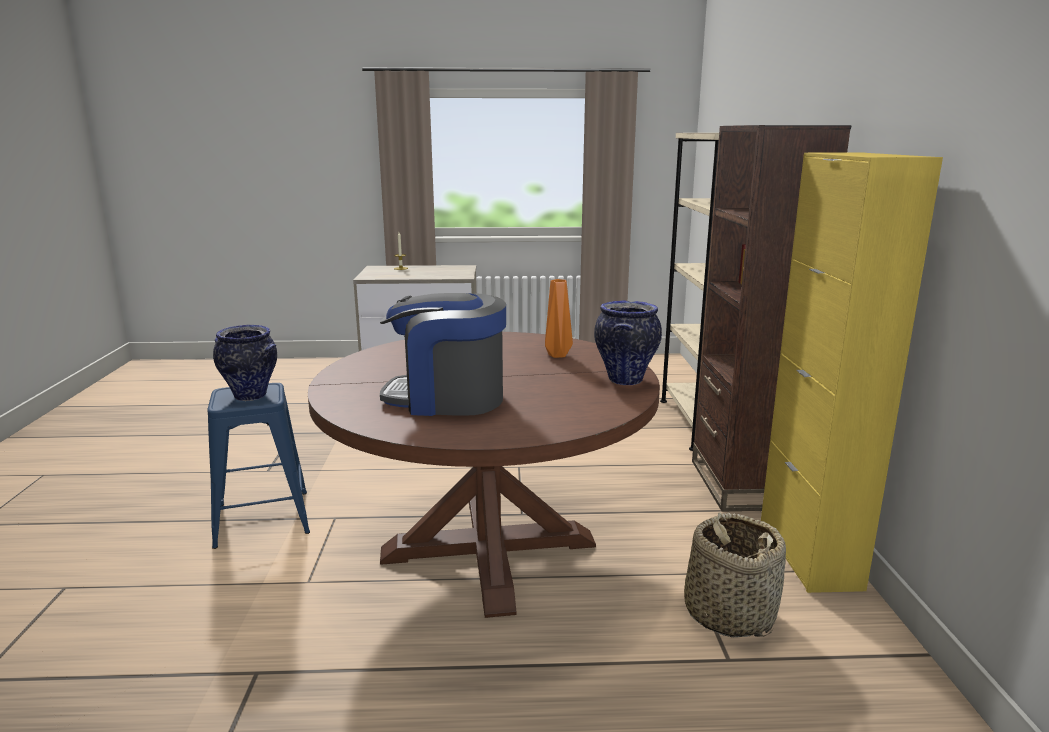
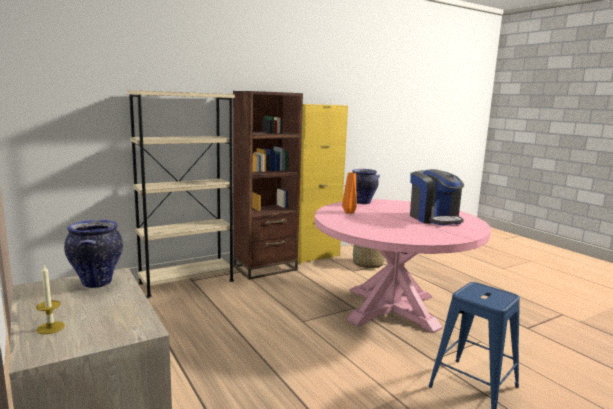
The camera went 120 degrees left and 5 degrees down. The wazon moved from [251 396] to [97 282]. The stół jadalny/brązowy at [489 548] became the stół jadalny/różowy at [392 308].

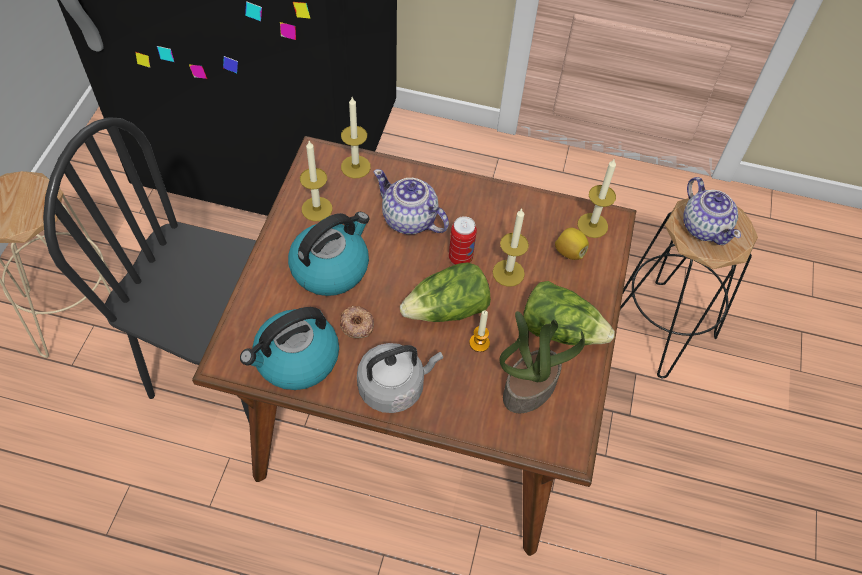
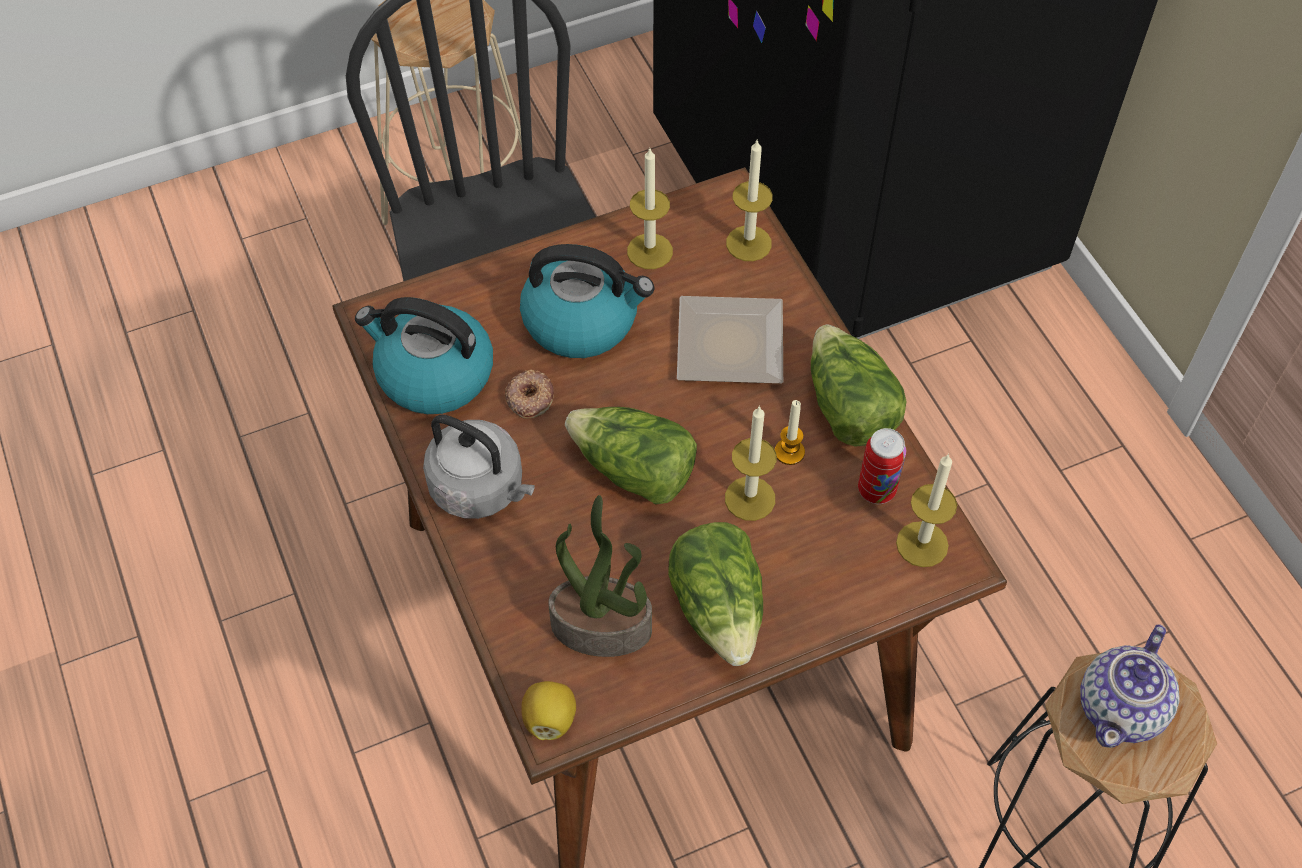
The camera went 55 degrees right and 0 degrees up. The imbryk at [409 220] was replaced by the talerz at [726 347]. The puszka moved from [460 258] to [876 490]. The świeca moved from [479 343] to [789 452]. The cytryna moved from [569 252] to [550 719]. The sałata at [847 407] appeared.

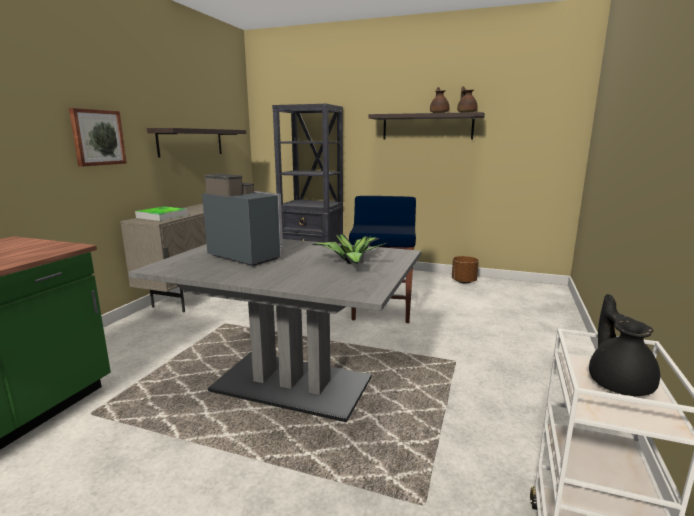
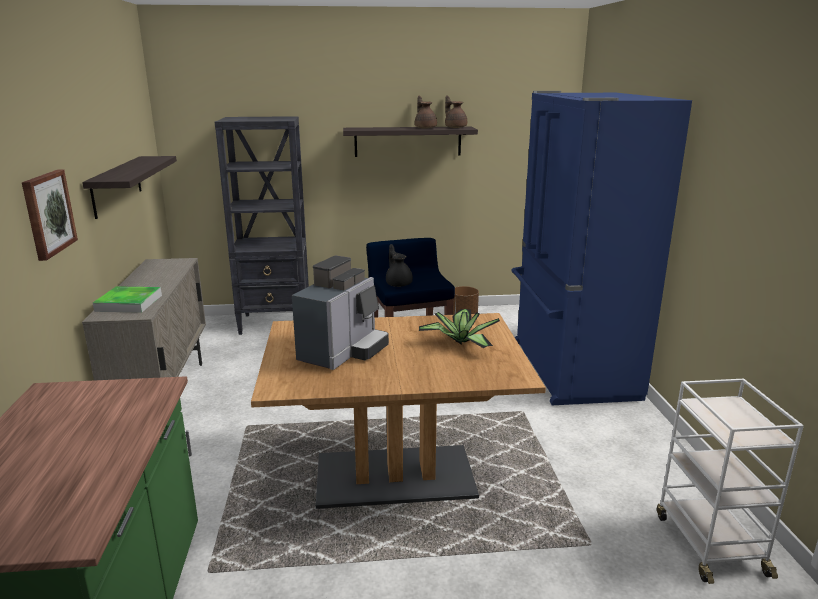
The camera went 25 degrees left and 5 degrees up. The stół jadalny/szary at [292 385] became the stół jadalny/brązowy at [395 477]. The ekspres do kawy at [246 255] turned 105 degrees clockwise. The imbryk/czarny moved from [619 383] to [398 283]. The lodówka/niebieski at [570 369] appeared.

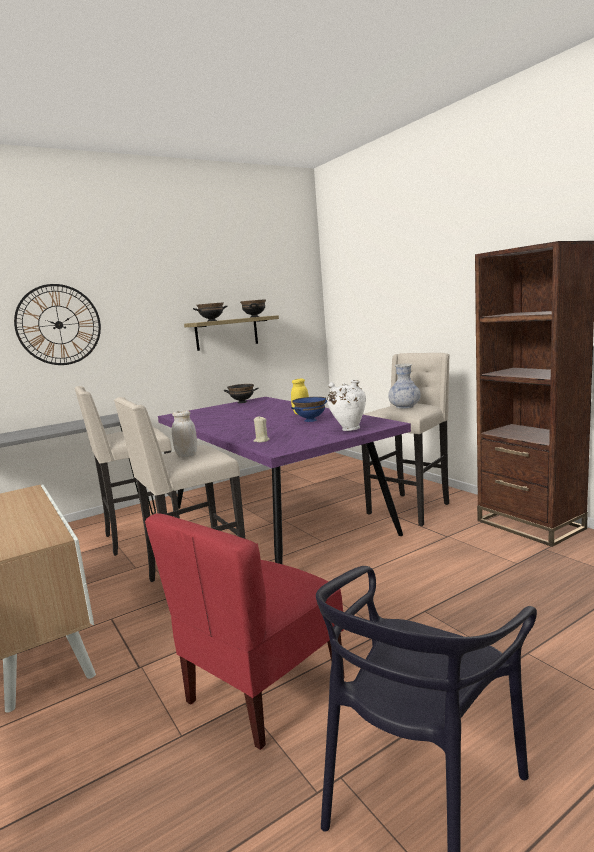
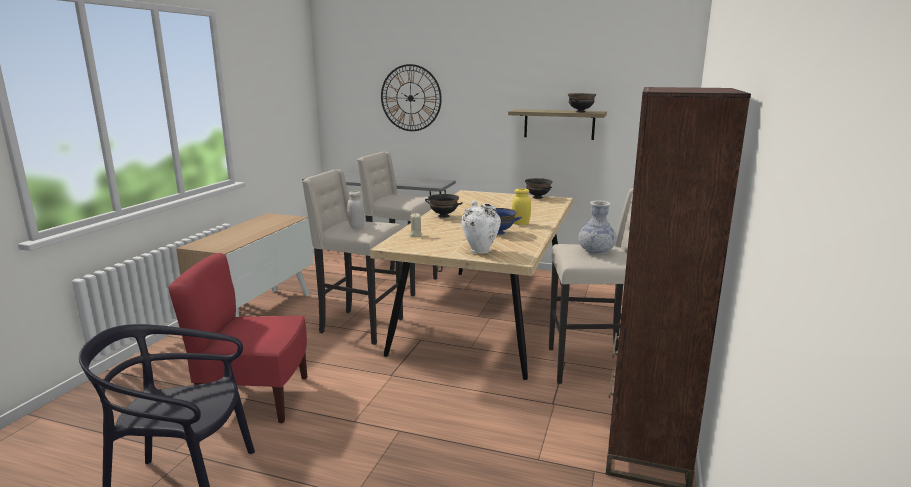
The camera went 50 degrees right and 5 degrees up. The stół jadalny/fioletowy at [276 520] became the stół jadalny/beżowy at [485 315]. The miska/czarny moved from [212 321] to [443 216].

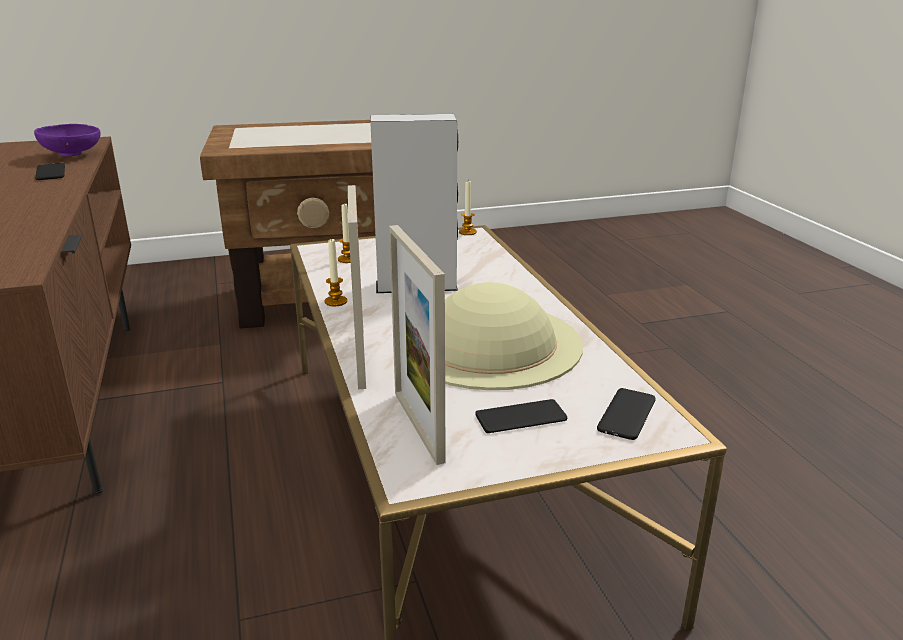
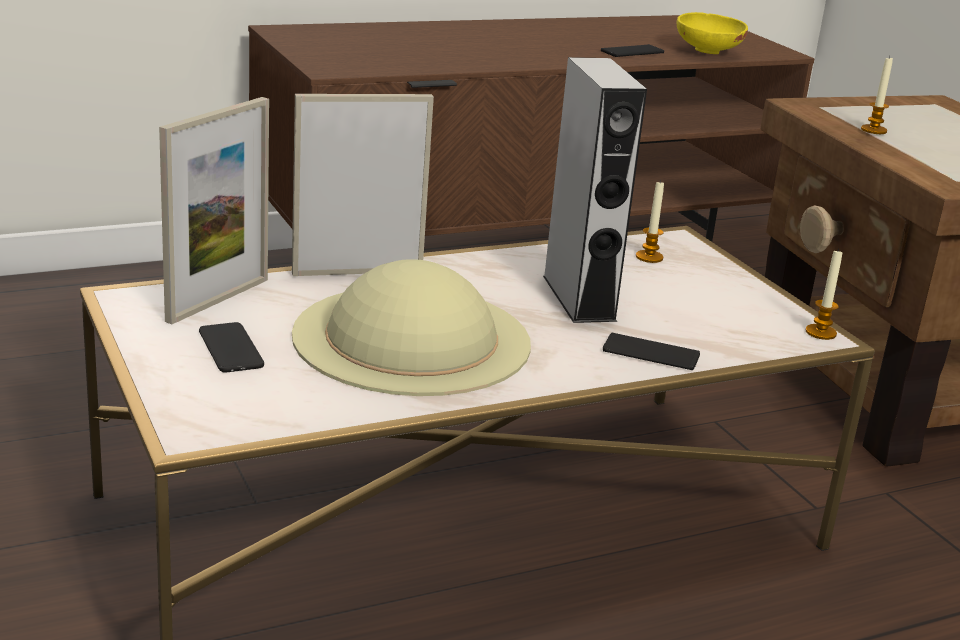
The camera went 80 degrees right and 0 degrees up. The miska/fioletowy at [73 155] became the miska/żółty at [707 53]. The świeca moved from [336 301] to [873 130]. The ramka na zdjęcie at [418 426] turned 150 degrees clockwise. The telefon moved from [626 414] to [651 353].

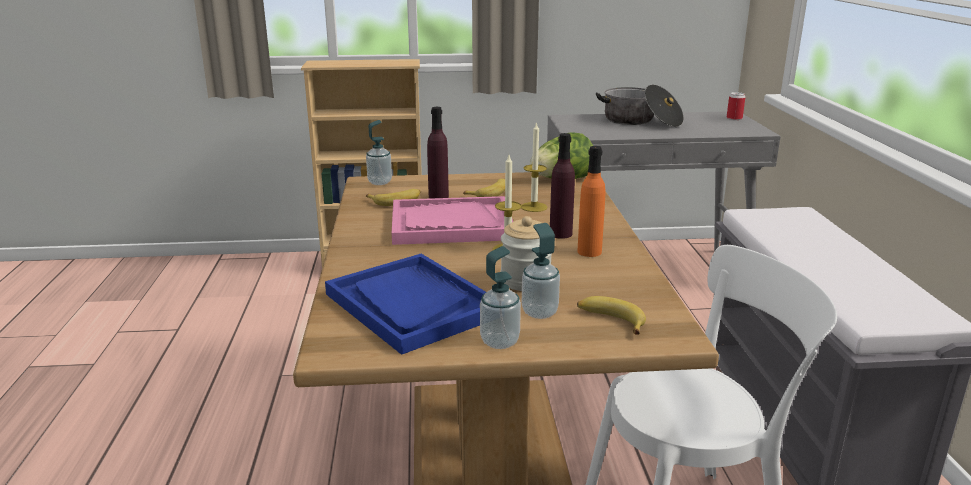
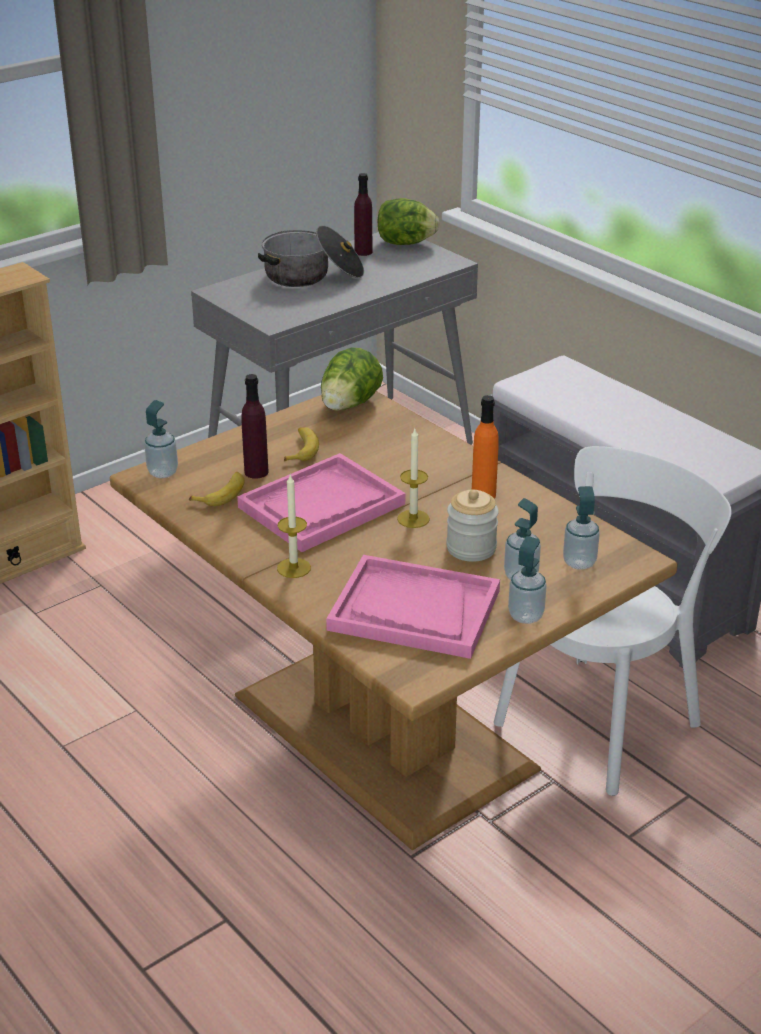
The camera went 35 degrees left and 10 degrees up. The taca/niebieski at [412 305] became the taca/różowy at [414 610]. The świeca moved from [534 207] to [294 568]. The butelka/fioletowy moved from [560 234] to [363 252]. The banan at [610 320] was replaced by the dozownik mydła at [579 562]. The puszka at [734 118] was replaced by the sałata at [405 243].

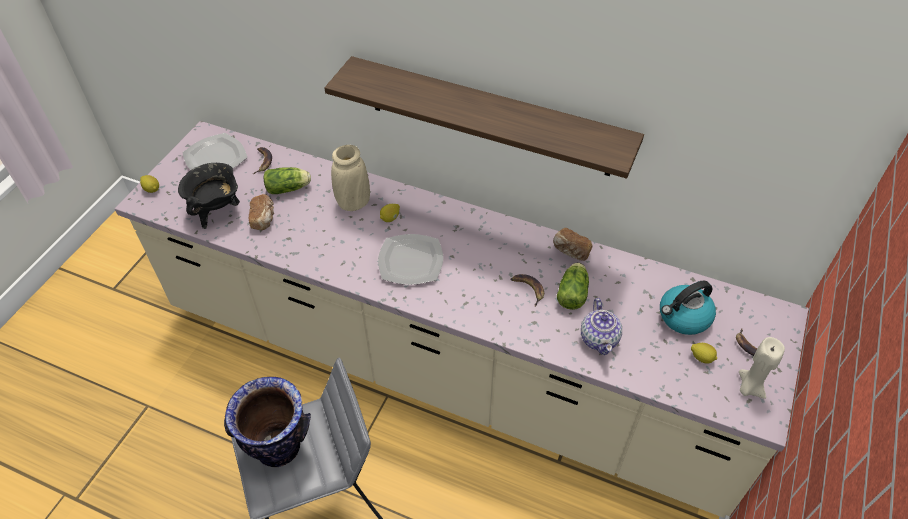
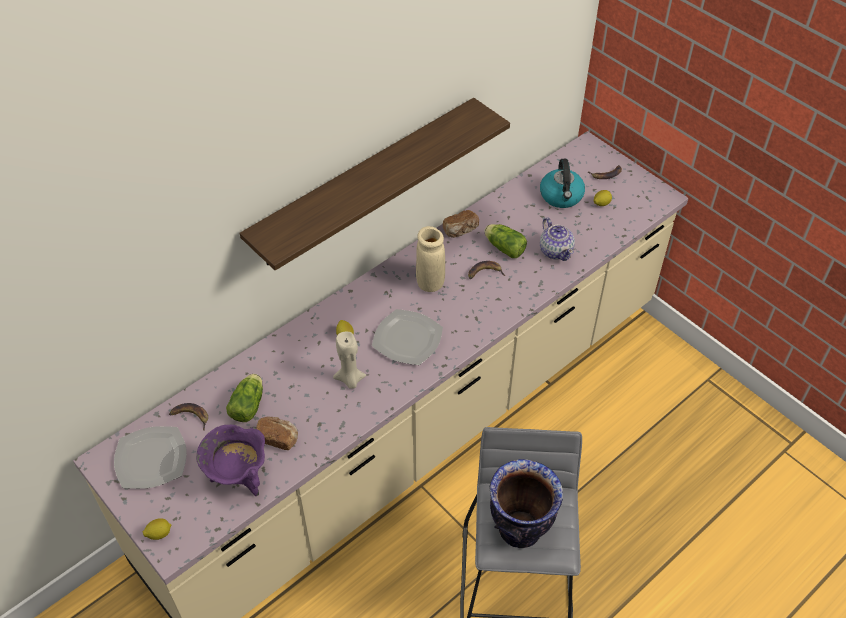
The camera went 65 degrees left and 0 degrees up. The garnek/czarny at [217 211] became the garnek/fioletowy at [239 477]. The wazon/beżowy moved from [353 203] to [430 282]. The imbryk at [599 338] turned 45 degrees clockwise. The świeca/beżowy moved from [749 387] to [350 380].

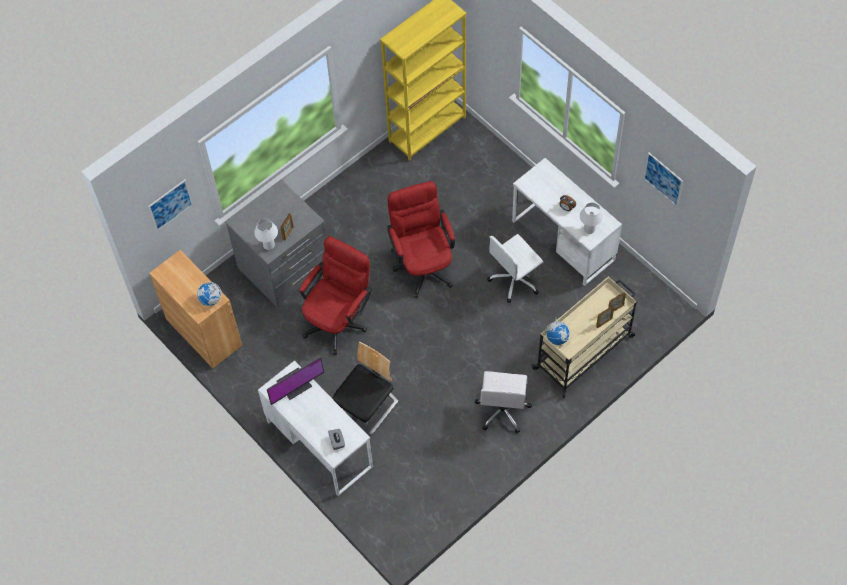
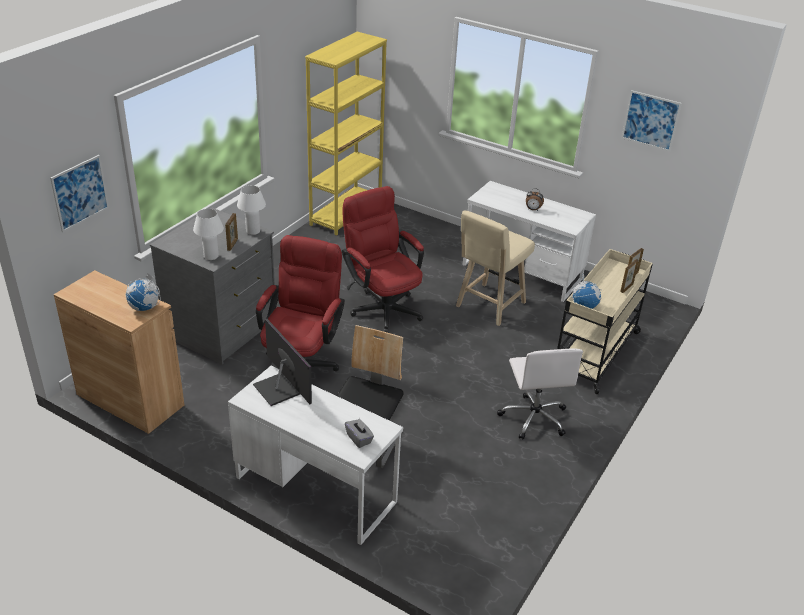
The camera went 20 degrees left and 25 degrees down. The monitor at [295 384] turned 75 degrees counterclockwise. The krzesło biurowe/biały at [515 280] was replaced by the stołek/beżowy at [488 306]. The lampa stołowa/biały moved from [589 229] to [253 231].

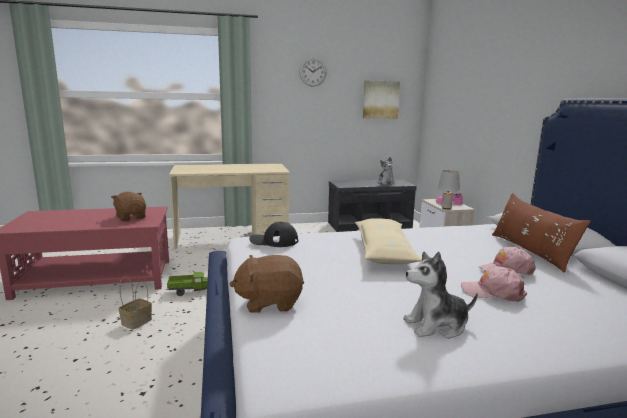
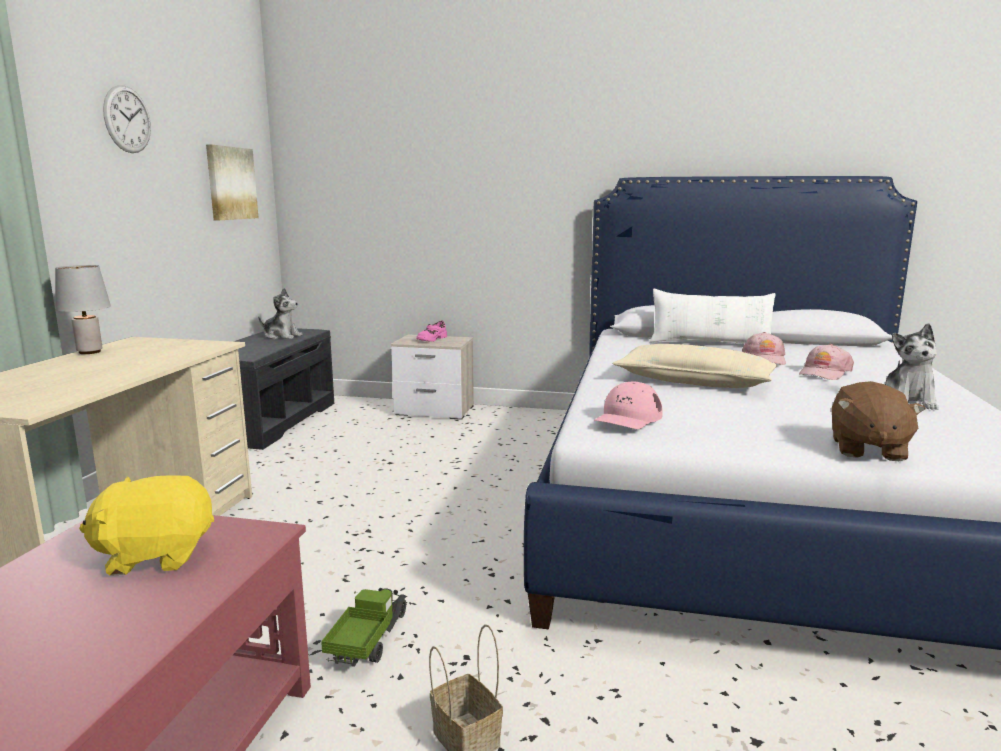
The camera went 65 degrees left and 0 degrees up. The pluszak/brązowy at [131 217] became the pluszak/żółty at [156 555]. The czapka z daszkiem/czarny at [273 241] became the czapka z daszkiem/różowy at [628 417]. The lampa stołowa/szary moved from [446 208] to [89 352]. The poduszka/brązowy at [530 251] became the poduszka/biały at [710 343].

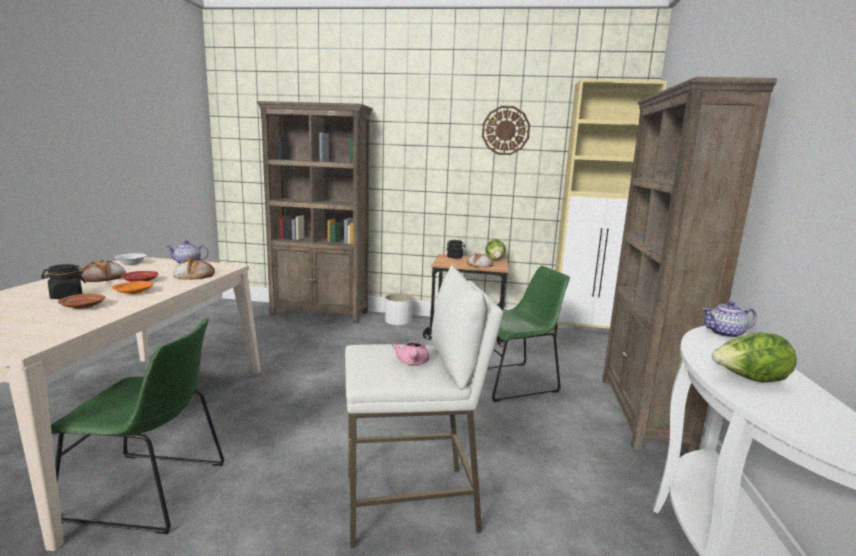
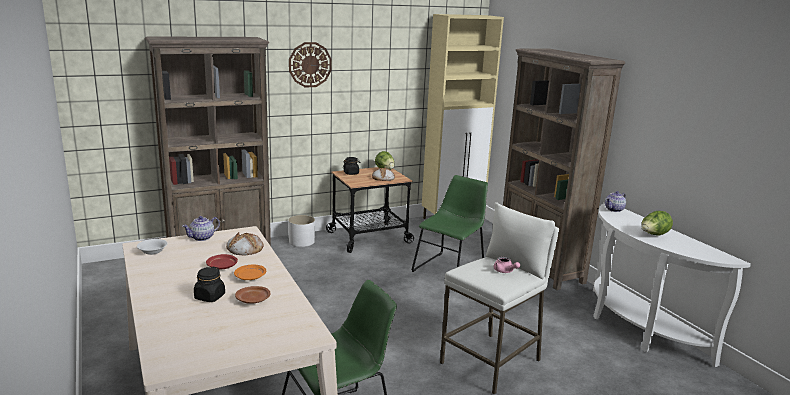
The camera went 35 degrees left and 5 degrees up. The chleb at [104 277] disappeared. The zegar ścienny moved from [505 130] to [310 64].

